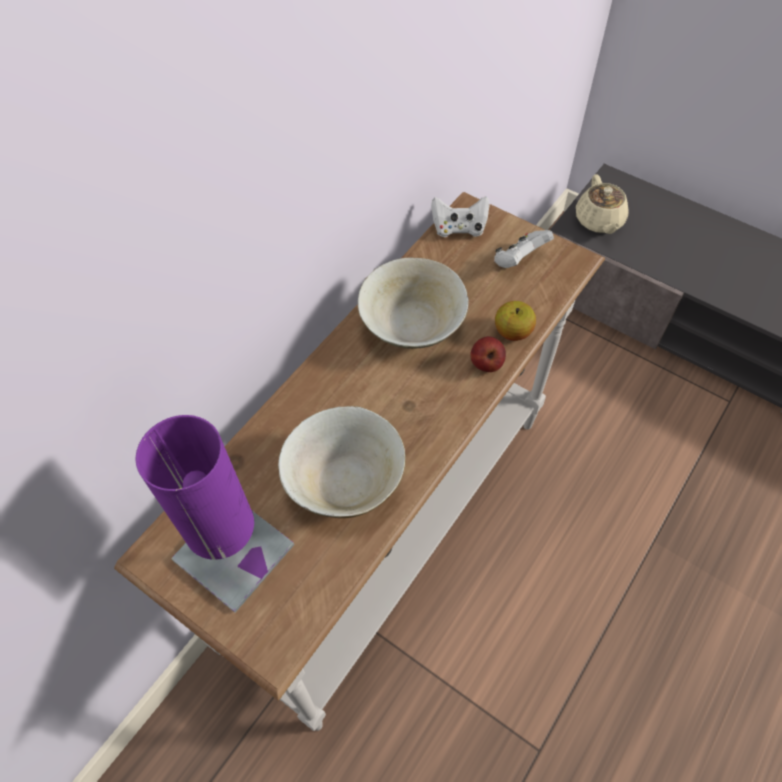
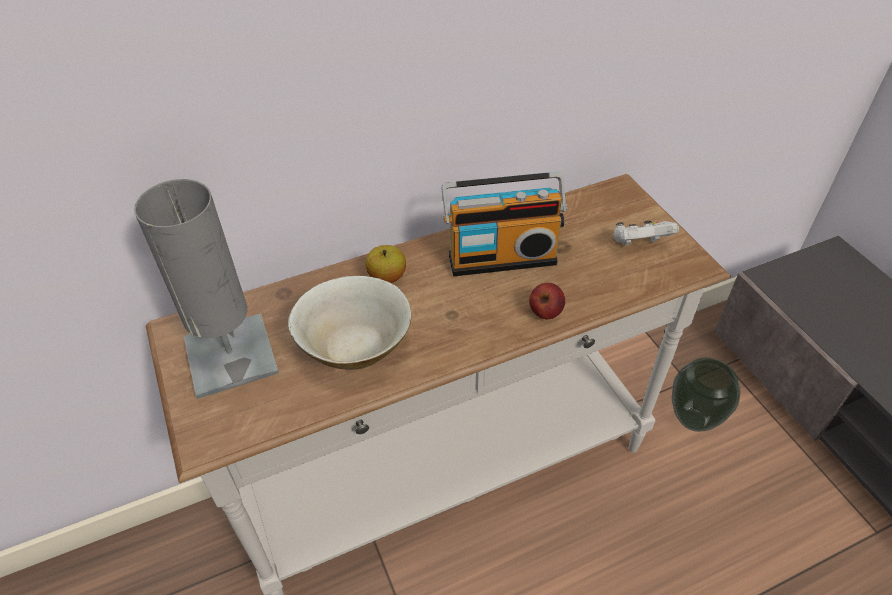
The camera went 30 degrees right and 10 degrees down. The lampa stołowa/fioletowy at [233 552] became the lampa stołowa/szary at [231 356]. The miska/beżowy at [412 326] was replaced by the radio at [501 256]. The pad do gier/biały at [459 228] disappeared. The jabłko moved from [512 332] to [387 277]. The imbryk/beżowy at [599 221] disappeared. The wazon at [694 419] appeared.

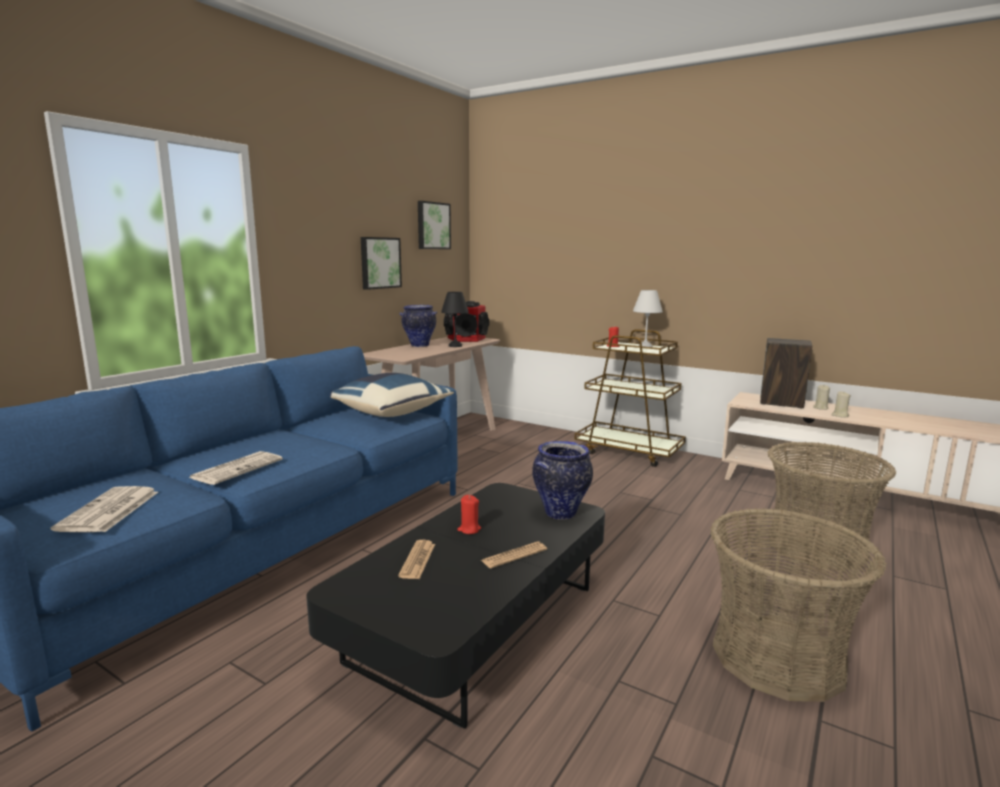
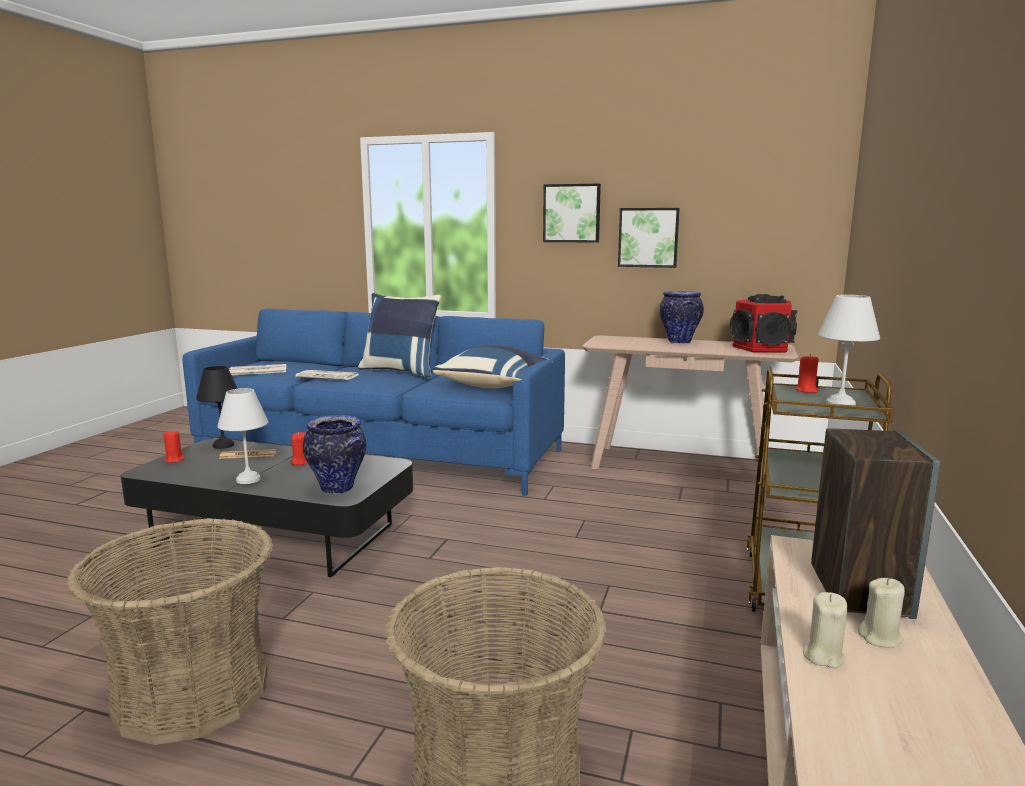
The camera went 75 degrees right and 0 degrees up. The obraz moved from [432 225] to [572 213]. The lampa stołowa/czarny moved from [455 346] to [222 445]. The gazeta at [514 555] was replaced by the lampa stołowa/biały at [249 479]. The świeca/czerwony at [174 459] appeared. The poduszka/niebieski at [401 371] appeared.

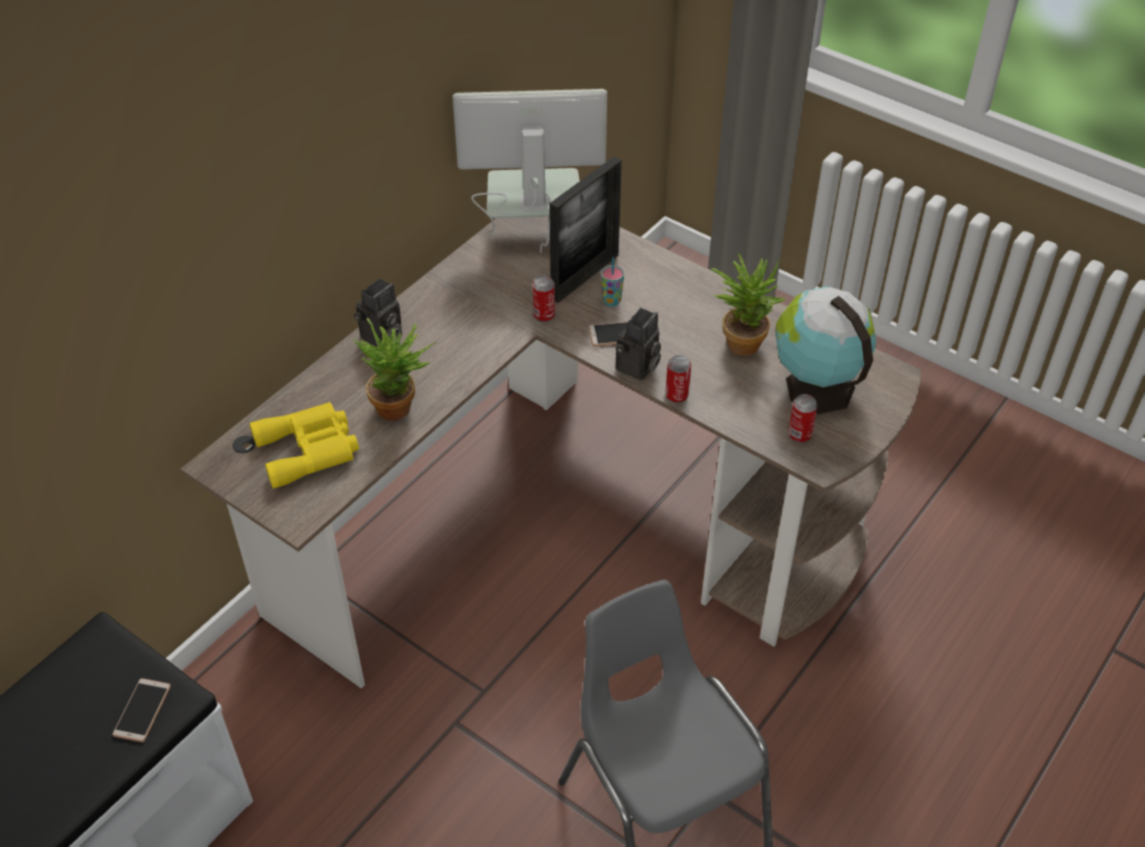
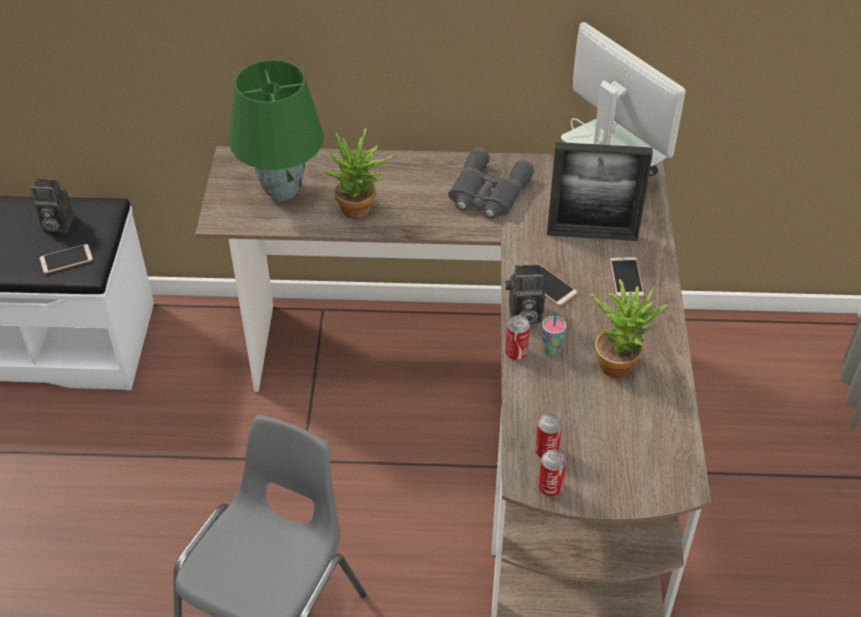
The camera went 55 degrees right and 0 degrees up. The lornetka/żółty at [310 449] was replaced by the lampa stołowa/zielony at [282 192]. The aparat fotograficzny moved from [382 338] to [56 224]. The puszka moved from [544 315] to [550 487]. The filiżanka moved from [611 301] to [551 350]. The globus at [816 386] disappeared. The lornetka/szary at [487 193] appeared. The telefon at [626 278] appeared.

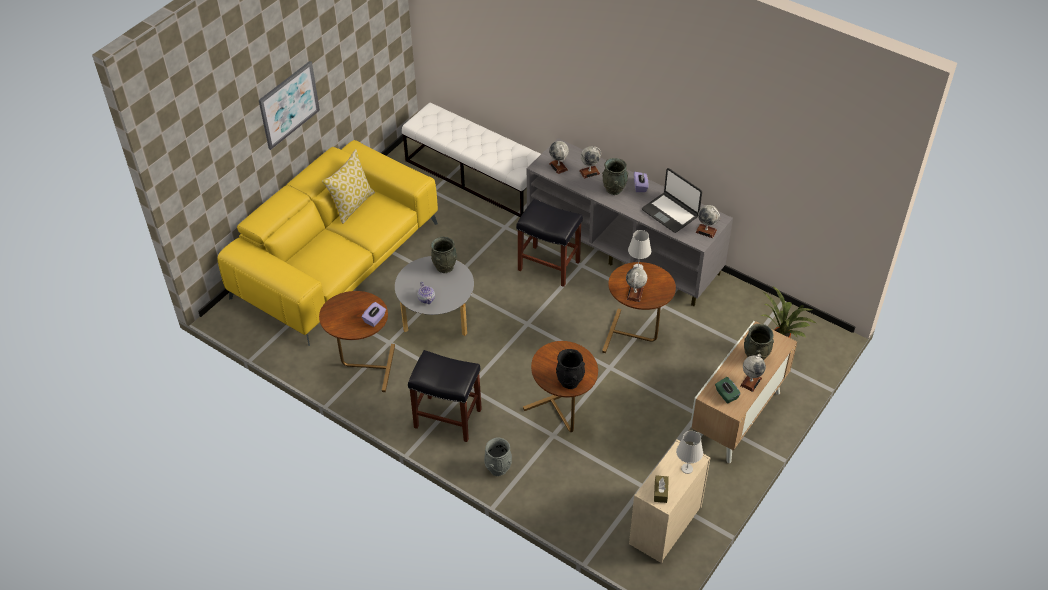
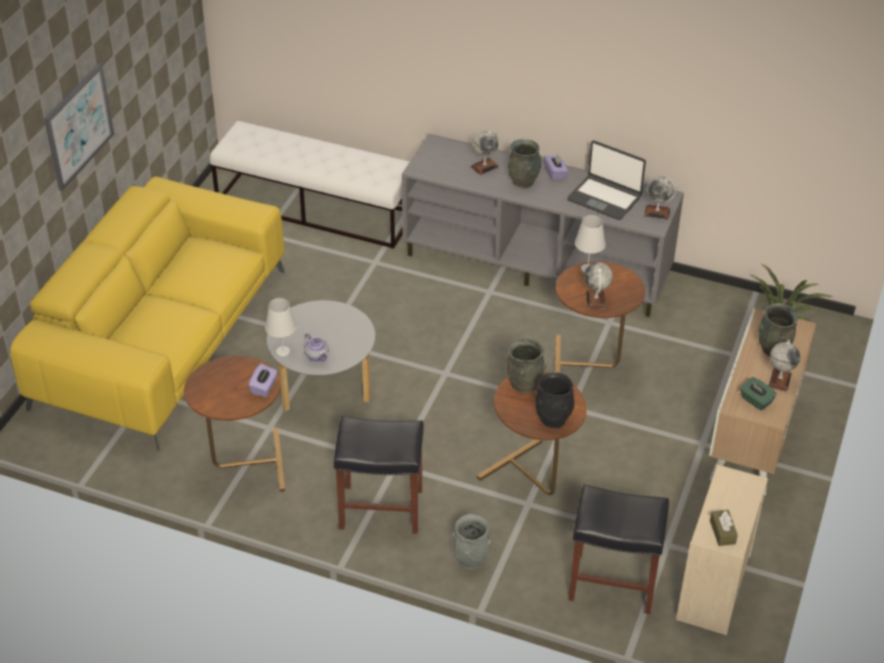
The camera went 15 degrees left and 5 degrees down. The poduszka at [352 204] disappeared. The wazon/szary moved from [445 267] to [524 384]. The stołek/czarny moved from [548 266] to [611 583]. The globus at [558 166] disappeared. The lampa stołowa/biały moved from [687 468] to [283 351].

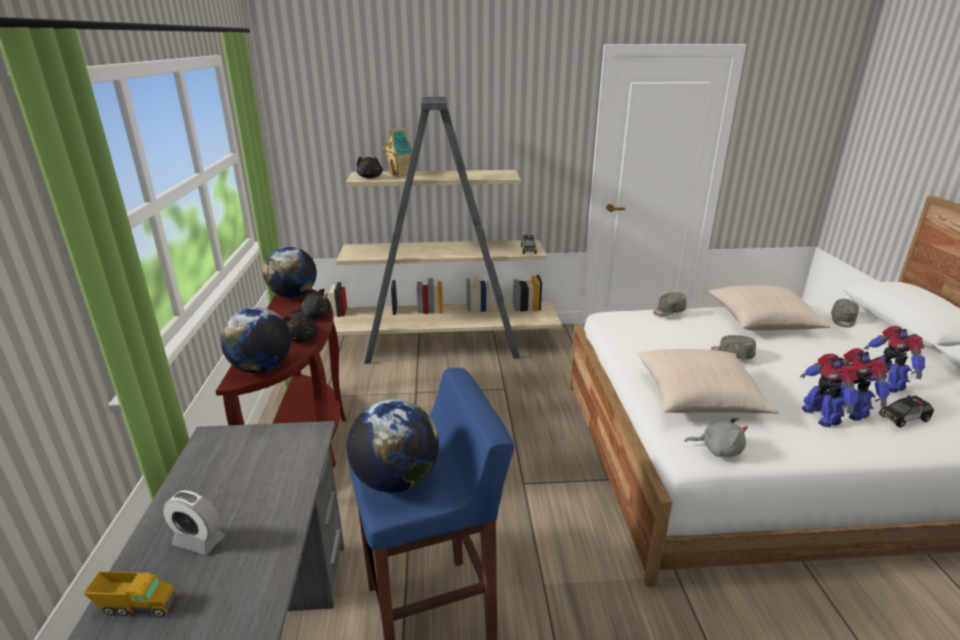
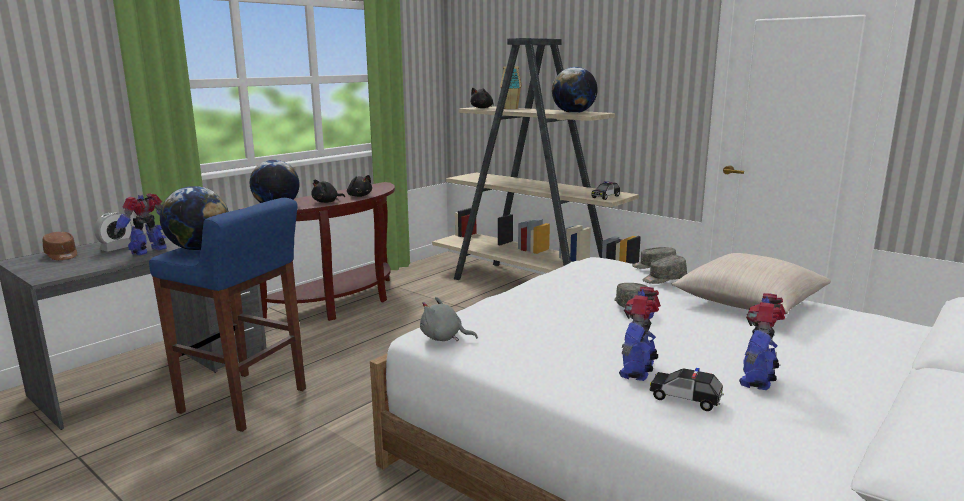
The camera went 45 degrees right and 10 degrees down. The ciężarówka zabawkowa at [137 606] was replaced by the czapka z daszkiem/brązowy at [62 255]. The budzik at [198 541] turned 120 degrees counterclockwise. The globus moved from [293 295] to [573 113]. The poduszka/beżowy at [698 397] disappeared. The pluszak/szary at [718 449] turned 135 degrees clockwise. The robot zabawkowy moved from [821 415] to [150 251]. The czapka z daszkiem/szary moved from [843 320] to [663 279].

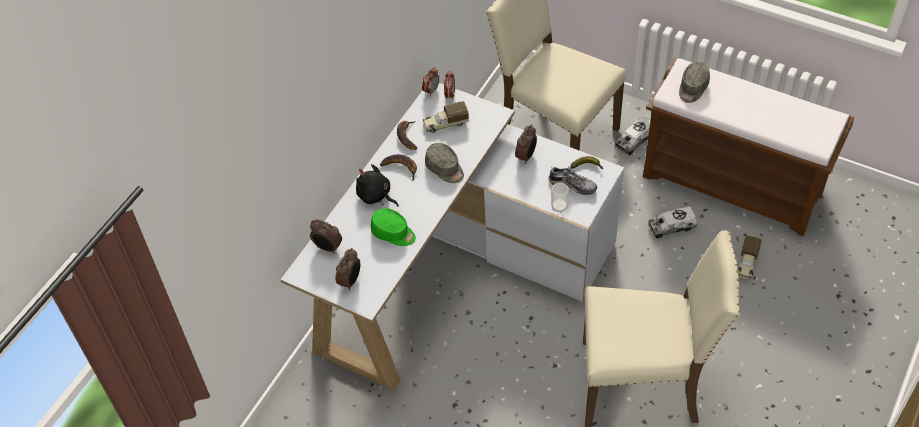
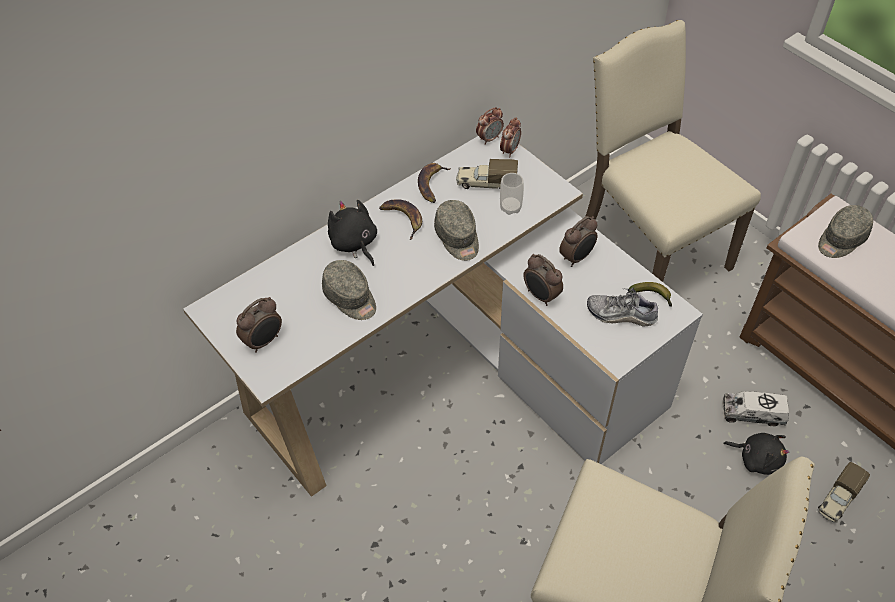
The camera went 20 degrees right and 0 degrees up. The budzik moved from [327 248] to [541 296]. The czapka z daszkiem/zielony at [393 233] became the czapka z daszkiem/szary at [351 298]. The but at [572 185] turned 150 degrees clockwise. The filiżanka moved from [559 207] to [510 208]. The ciężarówka zabawkowa at [634 141] disappeared. The pluszak/czarny at [757 458] appeared.

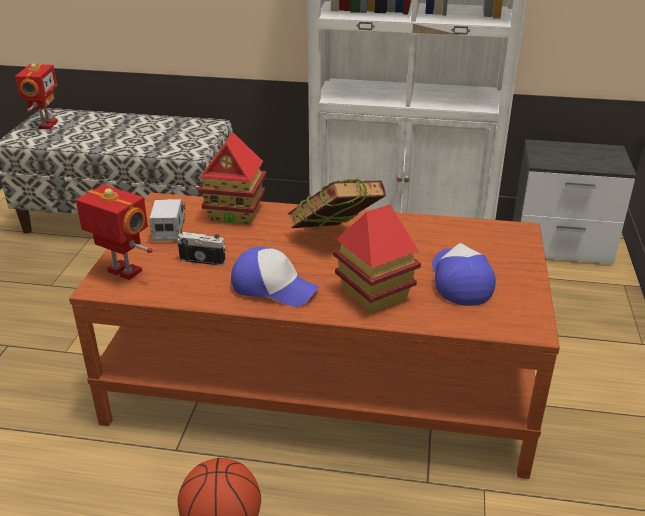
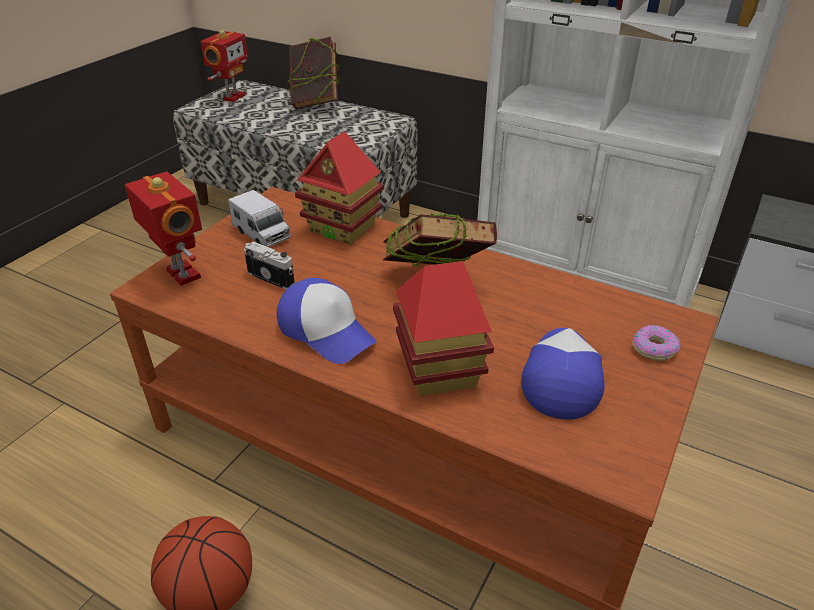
The camera went 20 degrees right and 5 degrees up. The ciężarówka zabawkowa at [169 229] turned 120 degrees clockwise. The książka at [315 103] appeared. The donut at [654 348] appeared.

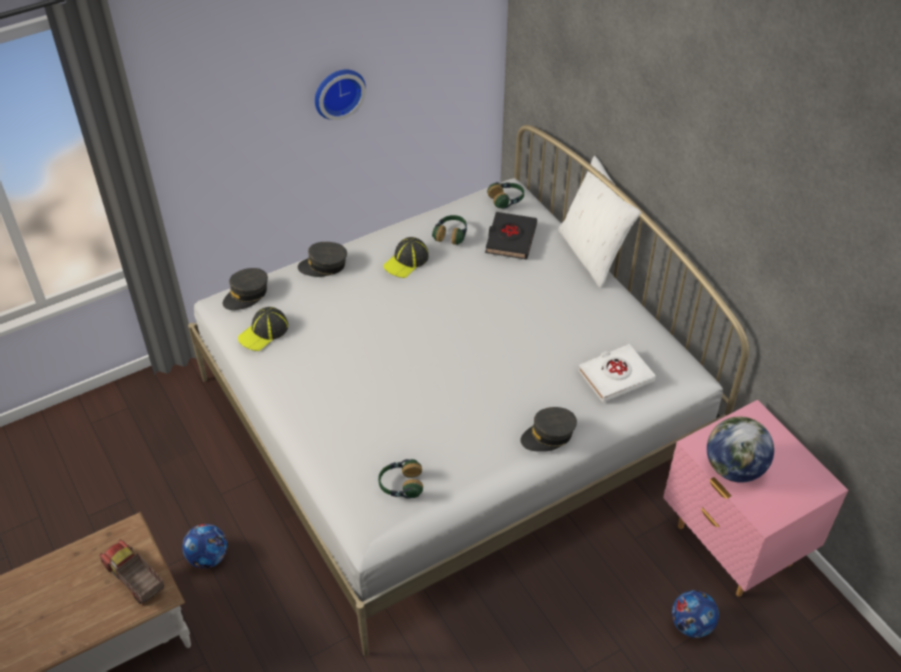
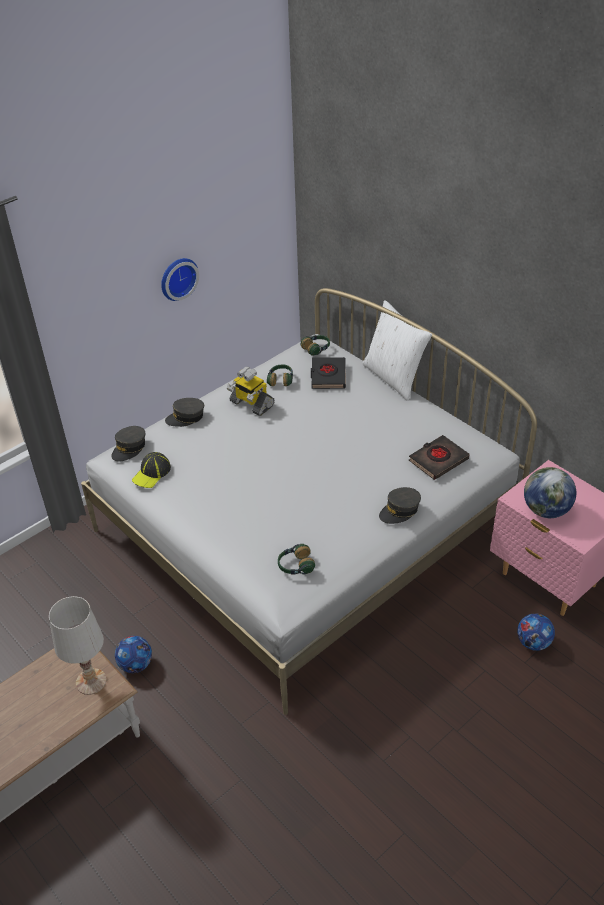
The camera went 10 degrees left and 5 degrees down. The ciężarówka zabawkowa at [134 579] was replaced by the lampa stołowa/biały at [91 682]. The czapka z daszkiem at [406 261] was replaced by the robot zabawkowy at [251 404]. The książka/biały at [615 376] became the książka/czarny at [438 460].

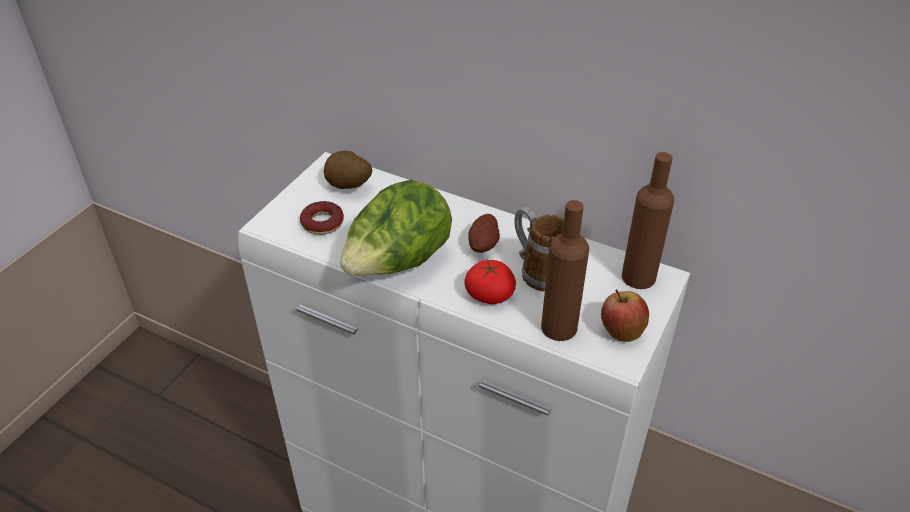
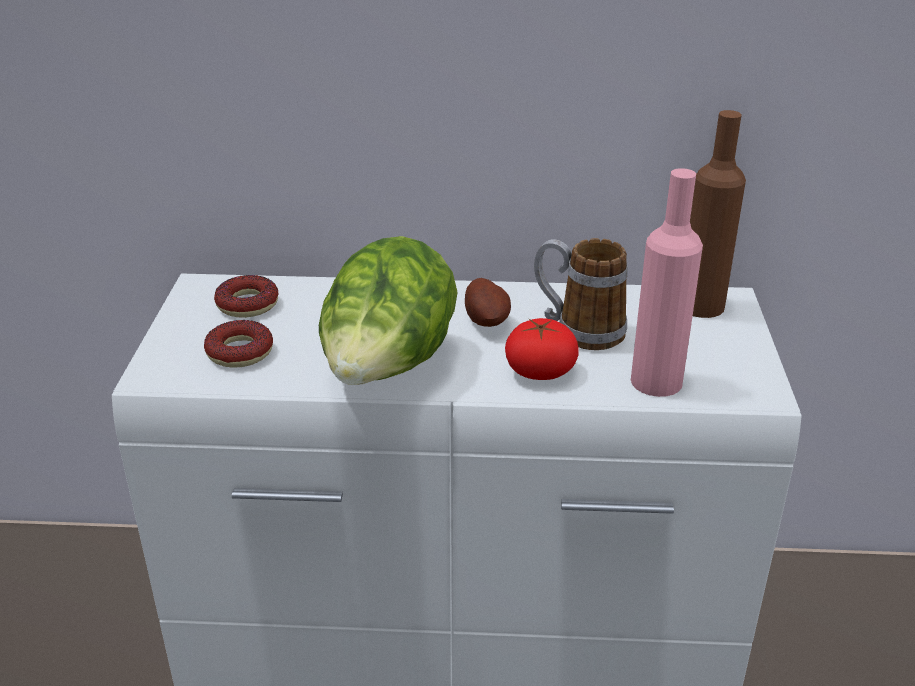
The camera went 25 degrees left and 10 degrees down. The ziemniak at [348 187] was replaced by the donut at [247 304]. The butelka/brązowy at [559 327] became the butelka/różowy at [656 381]. The jabłko at [621 332] disappeared.

